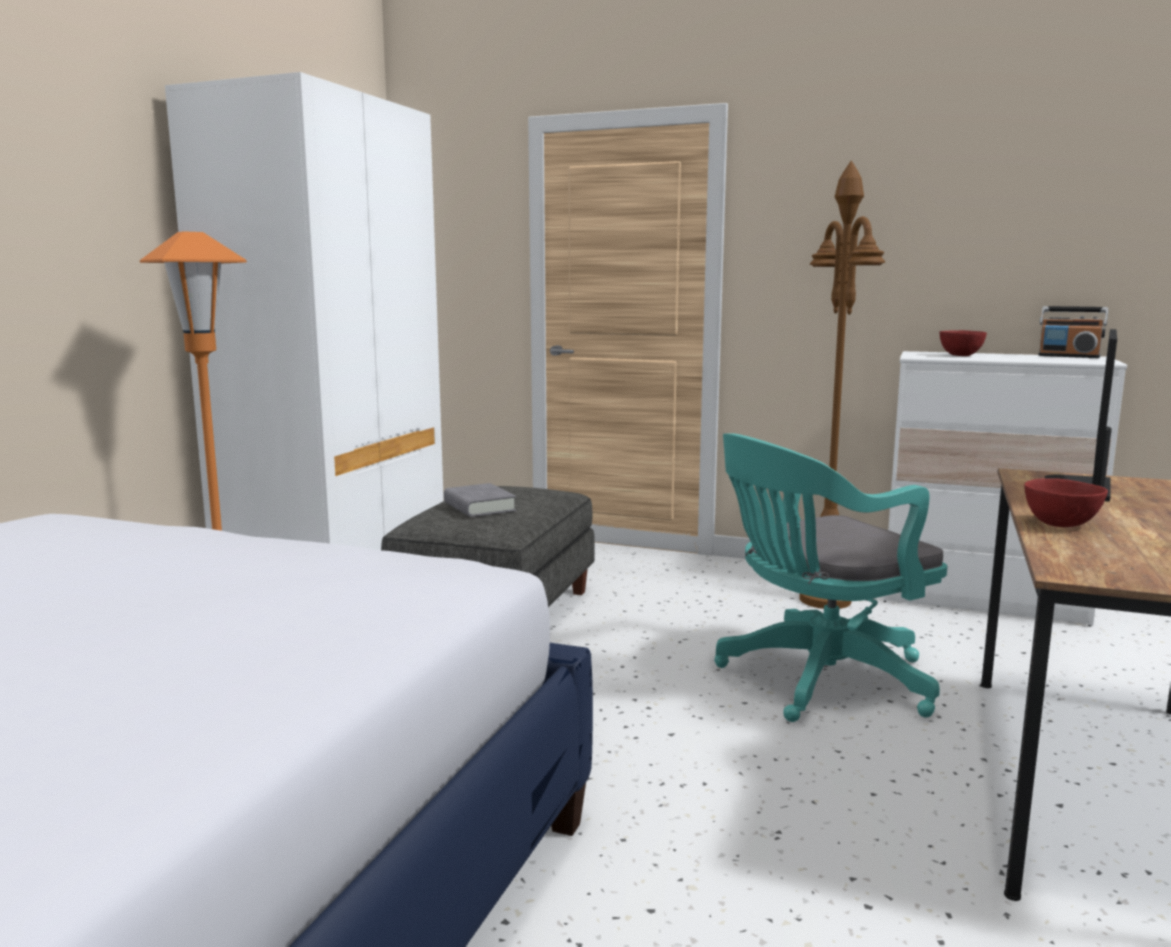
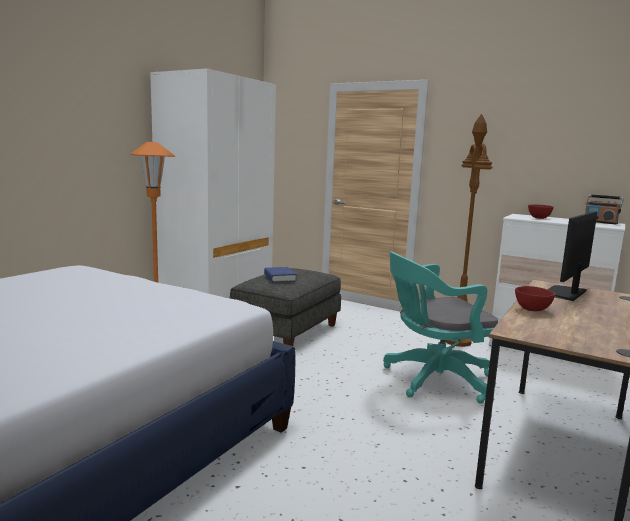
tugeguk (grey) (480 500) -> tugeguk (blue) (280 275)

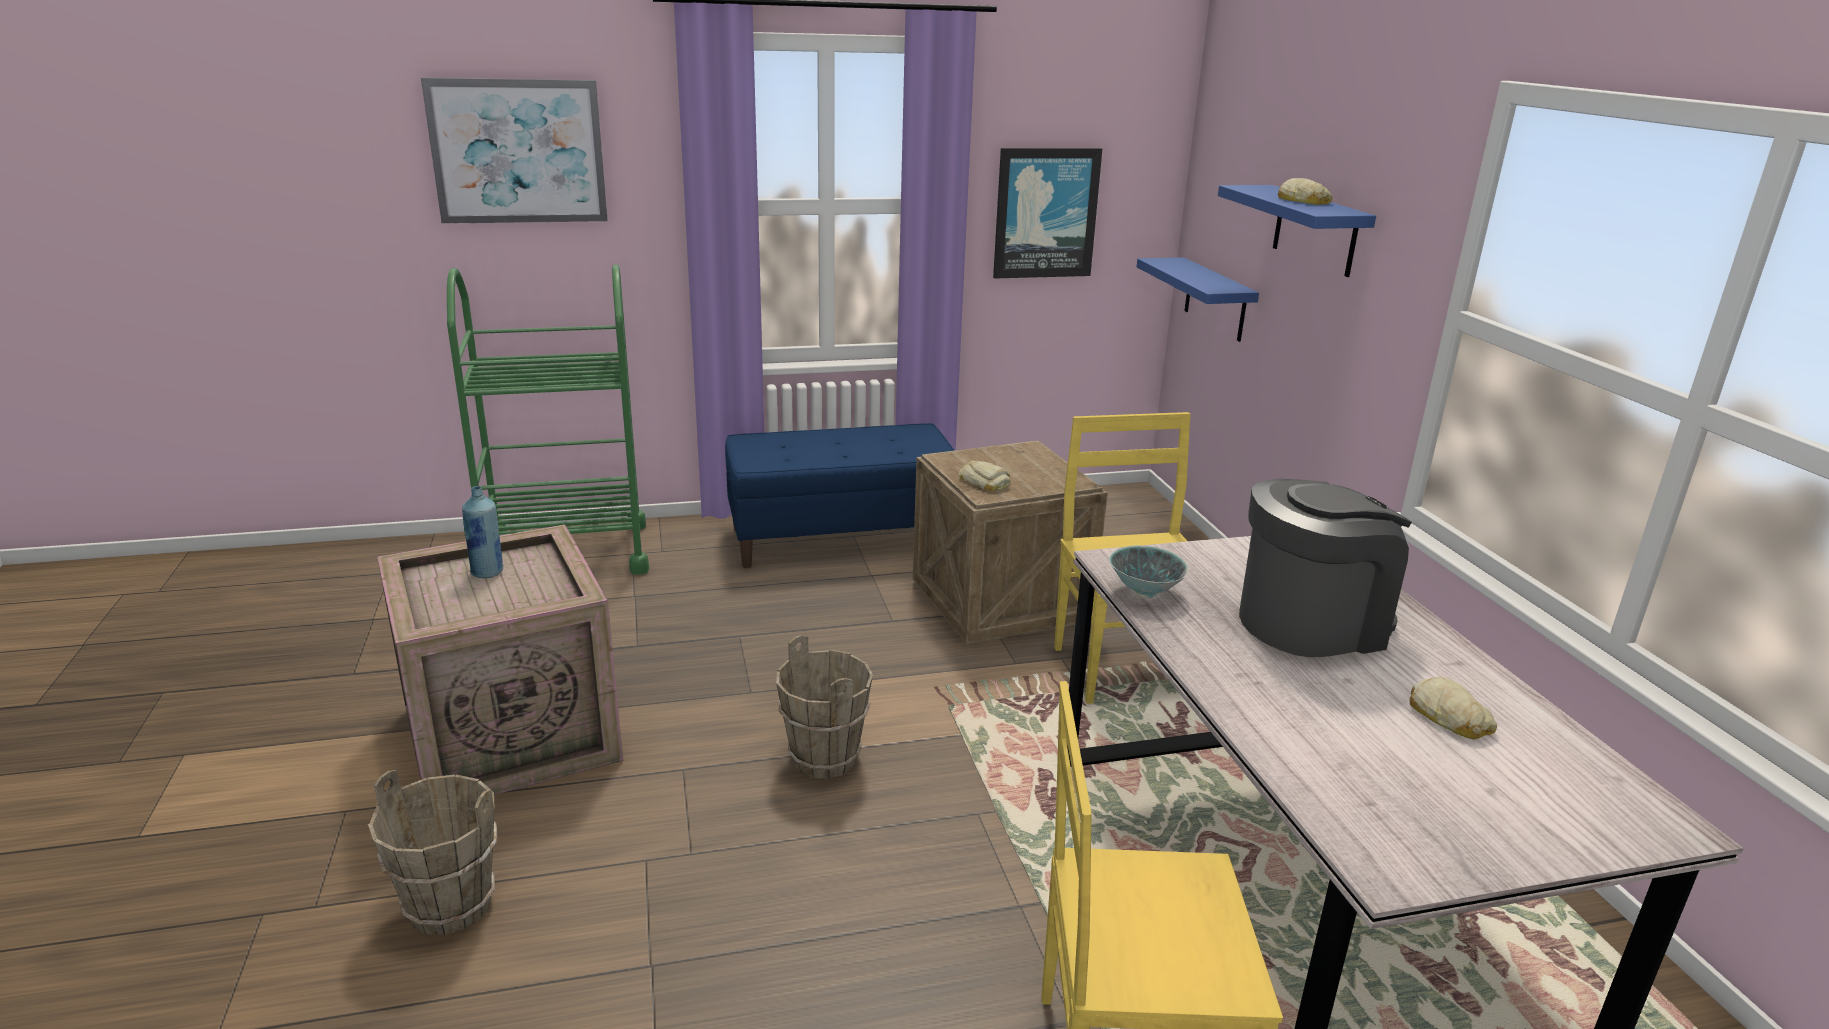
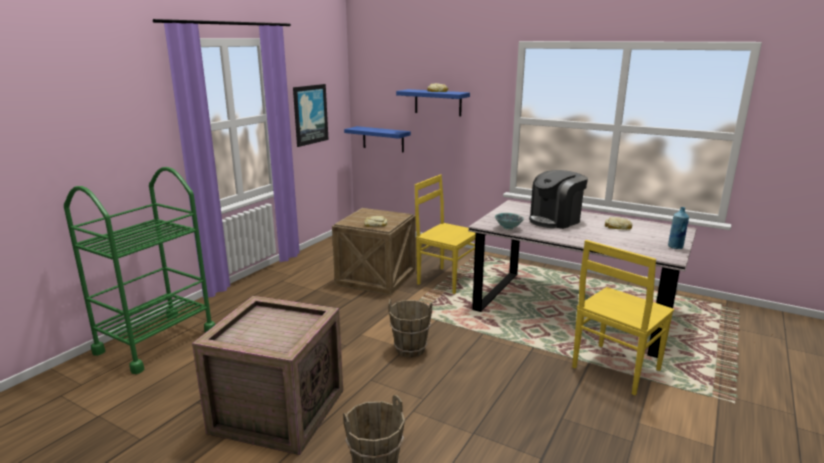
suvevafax (1325 568) -> suvevafax (558 199), 150 degrees counterclockwise
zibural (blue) (482 532) -> zibural (blue) (678 228), move
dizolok (514 151) -> none
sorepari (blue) (840 495) -> none

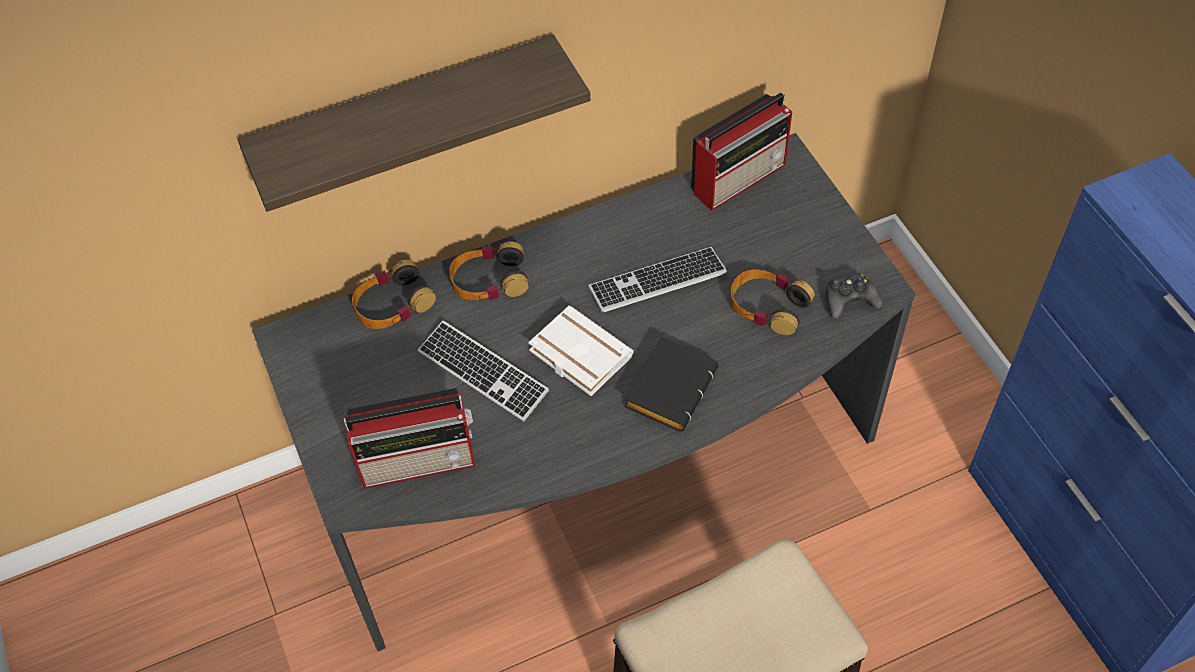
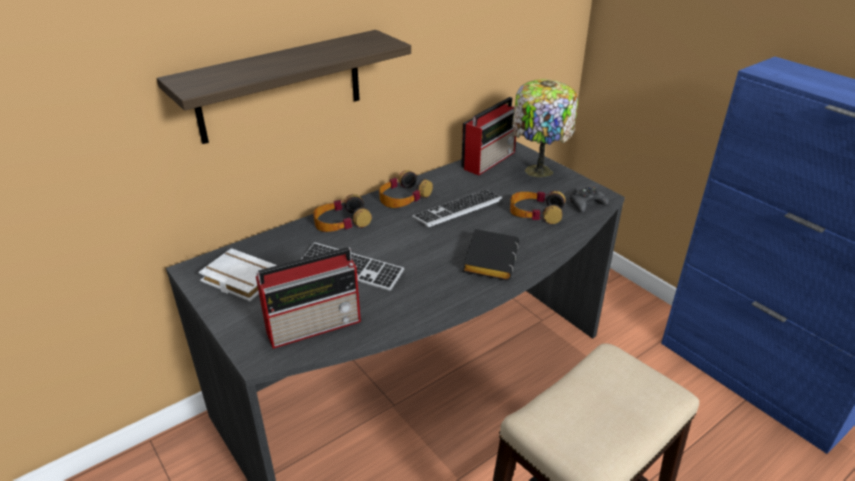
tugeguk (white) (581 351) -> tugeguk (white) (238 274), move
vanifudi (394 294) -> vanifudi (406 189), move
none -> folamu (545 128)

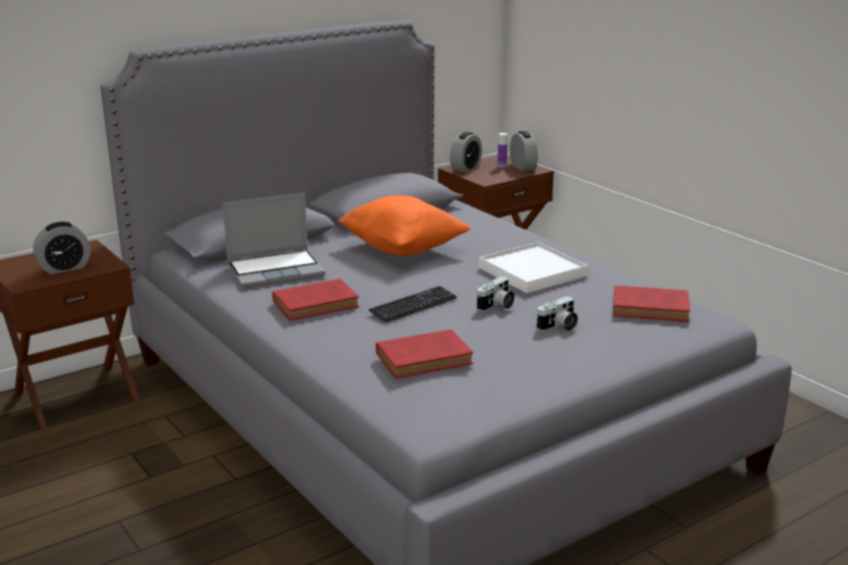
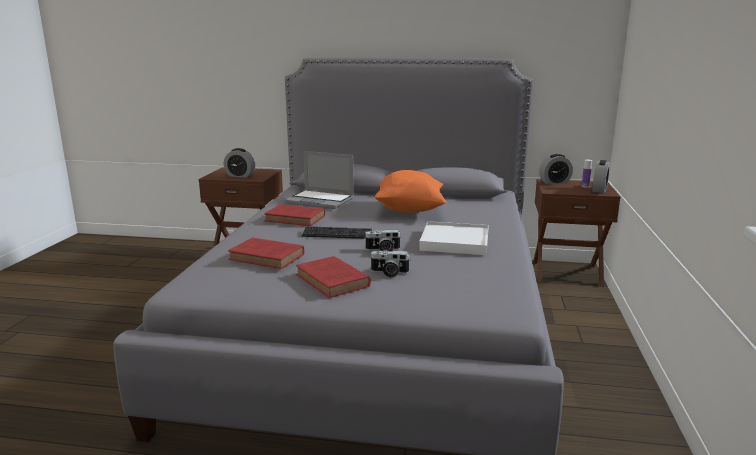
tugeguk (red) (651 303) -> tugeguk (red) (333 277), move

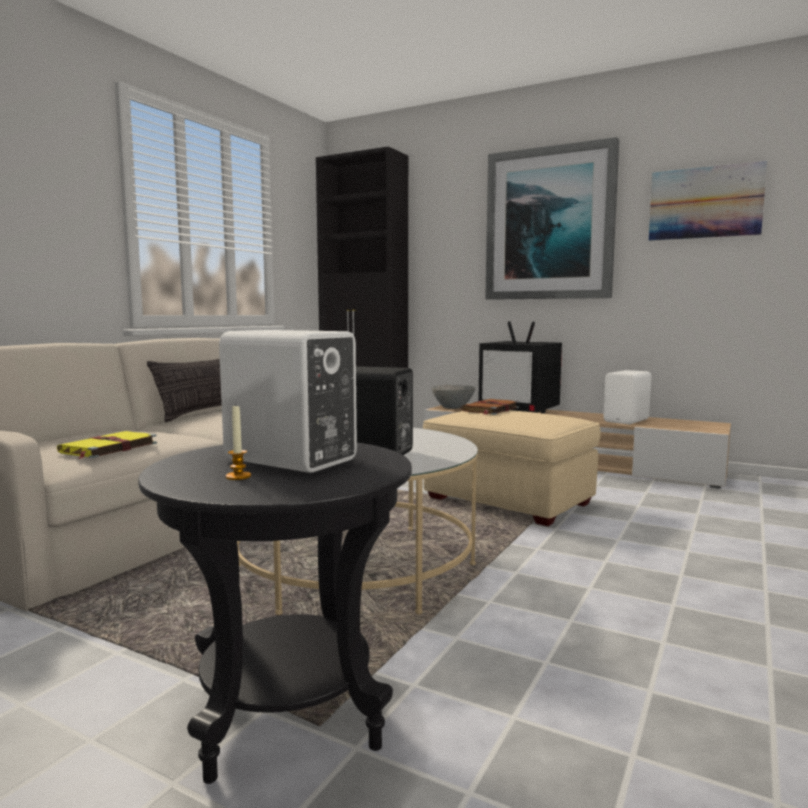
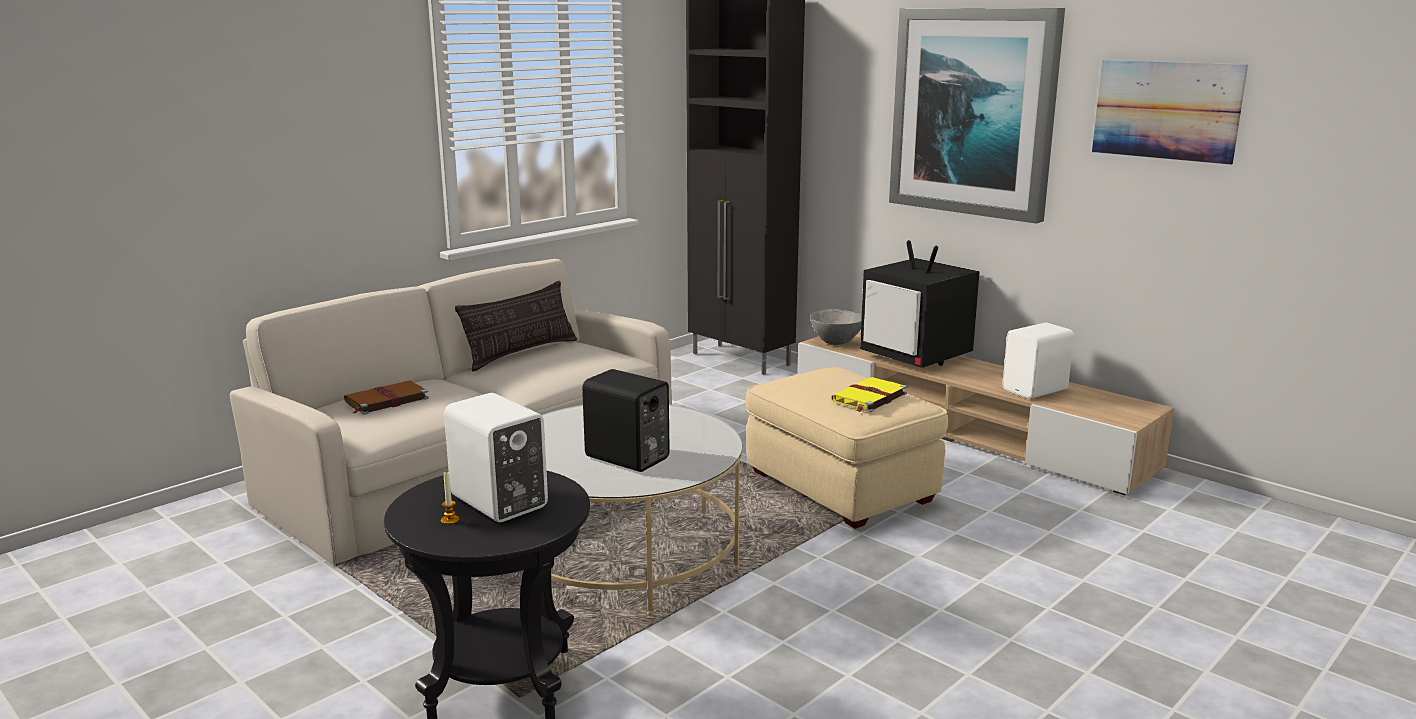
tugeguk (brown) (490 407) -> tugeguk (brown) (386 397), move
tugeguk (yellow) (107 445) -> tugeguk (yellow) (869 394), move

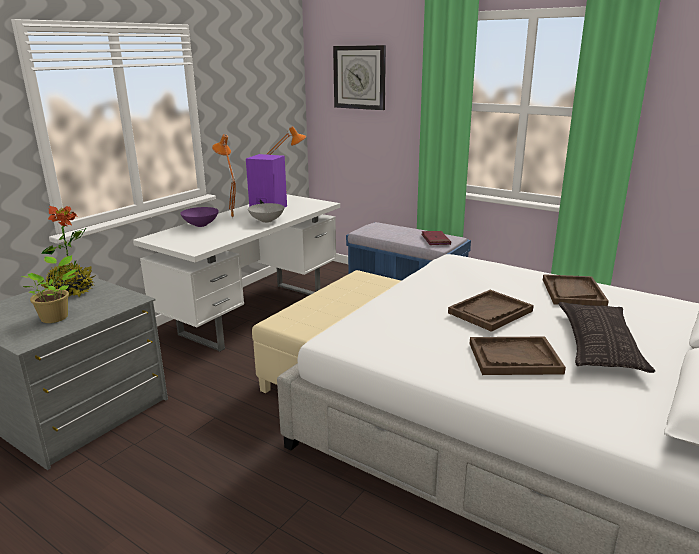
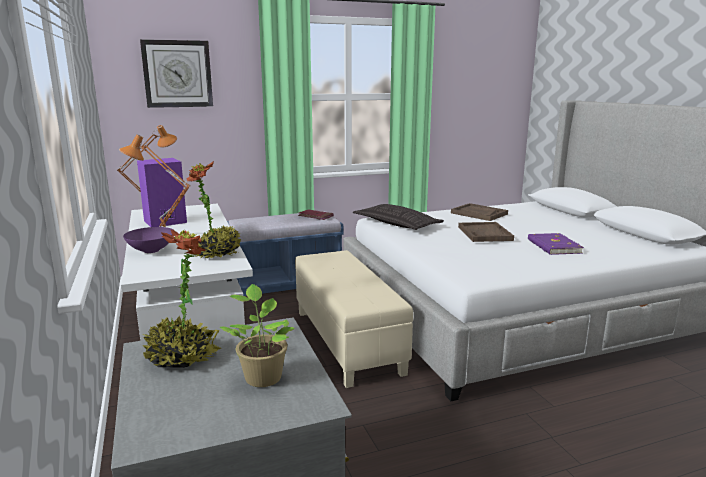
none -> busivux (213 210)
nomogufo (606 337) -> nomogufo (398 217), move
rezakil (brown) (518 356) -> tugeguk (purple) (556 244)
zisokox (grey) (266 213) -> none

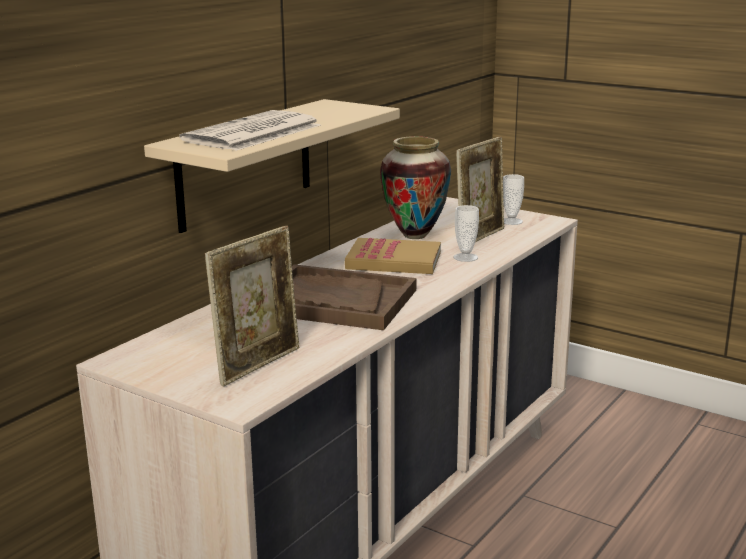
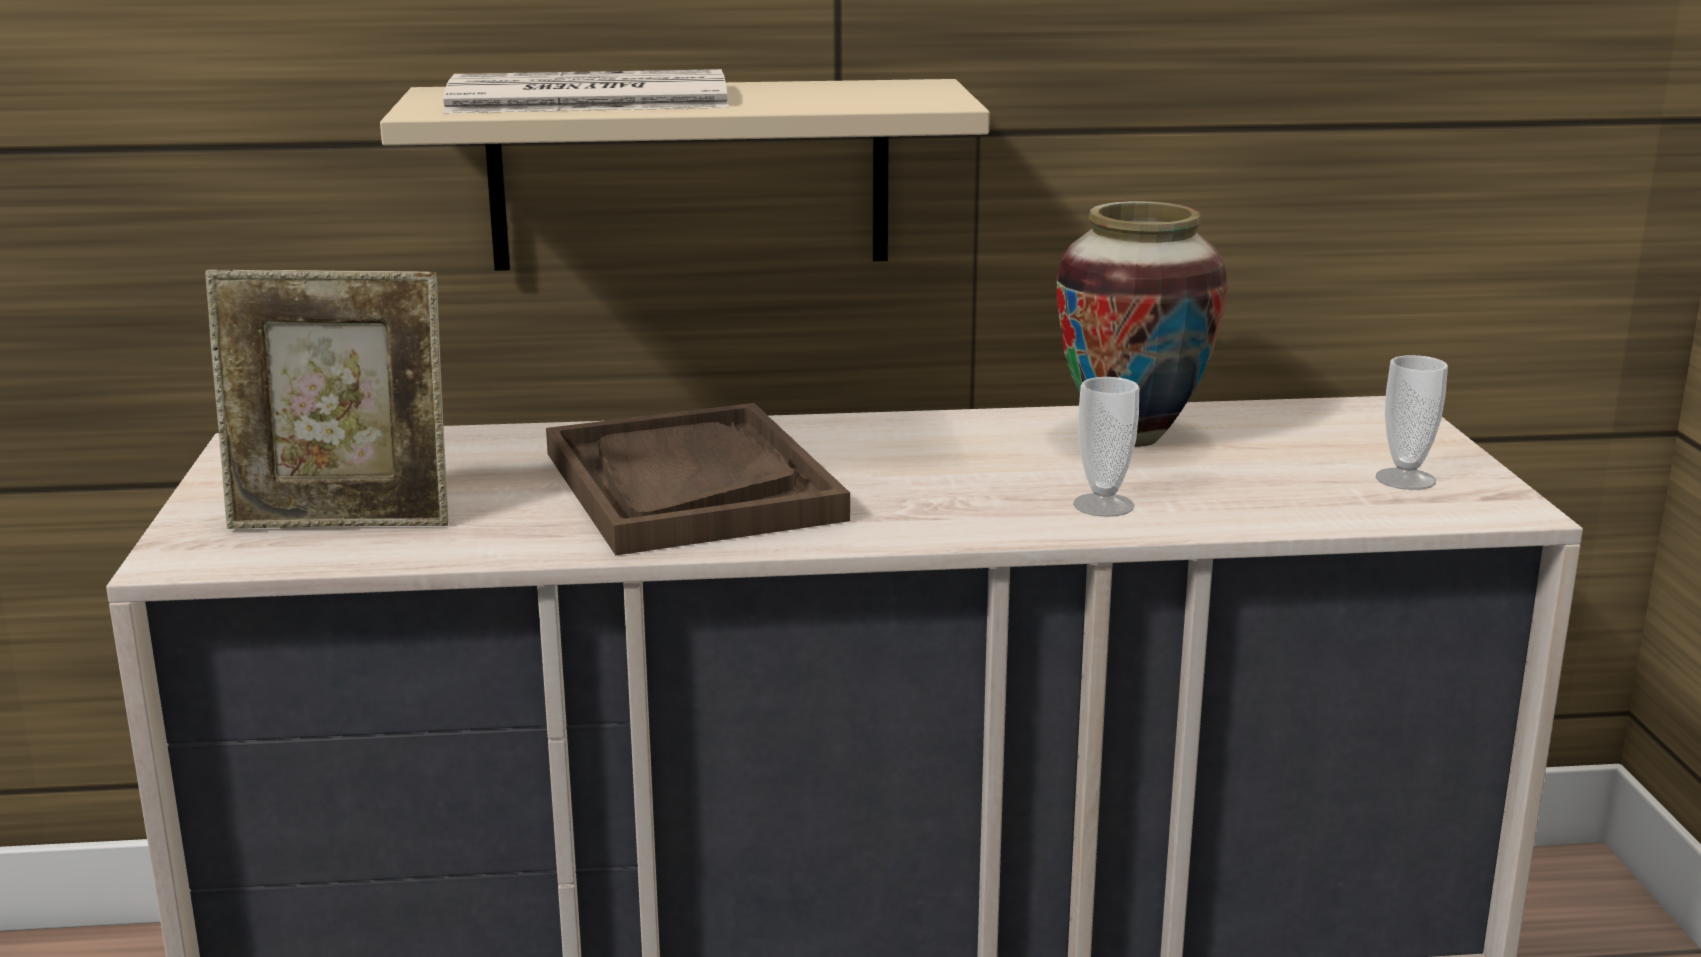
tugeguk (393 256) -> none
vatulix (480 189) -> none

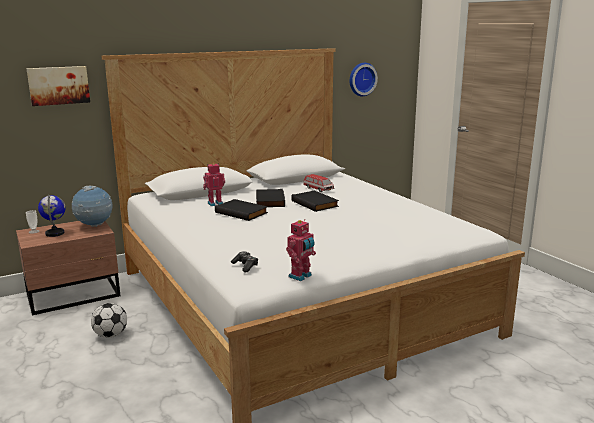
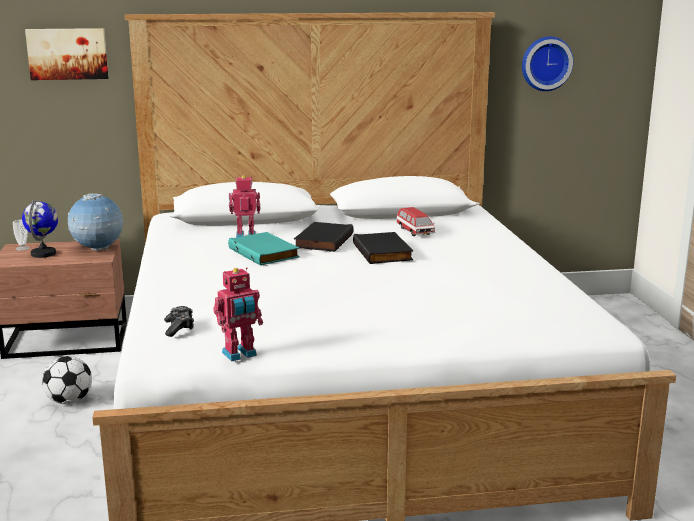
tugeguk (black) (241 210) -> tugeguk (turquoise) (264 249)

